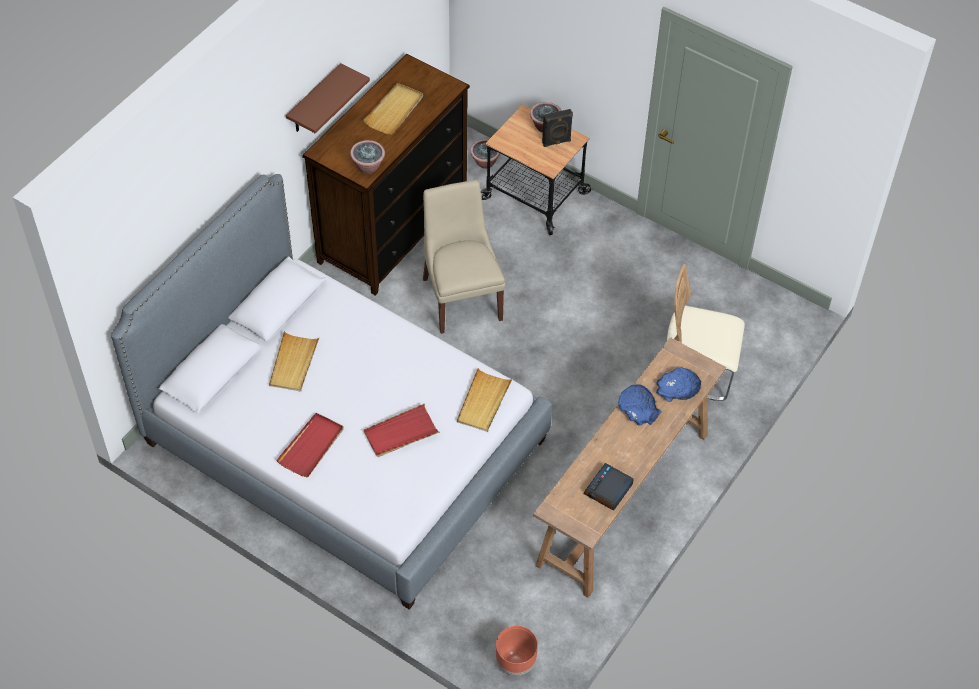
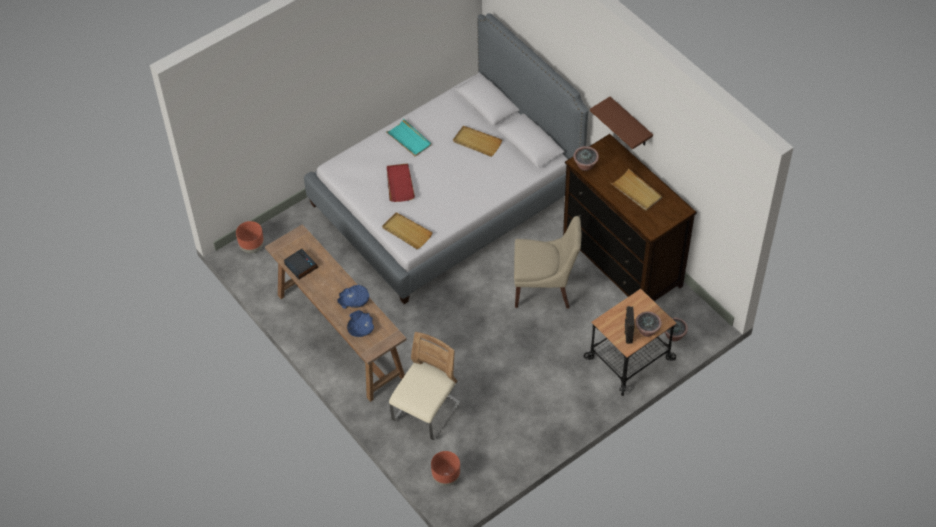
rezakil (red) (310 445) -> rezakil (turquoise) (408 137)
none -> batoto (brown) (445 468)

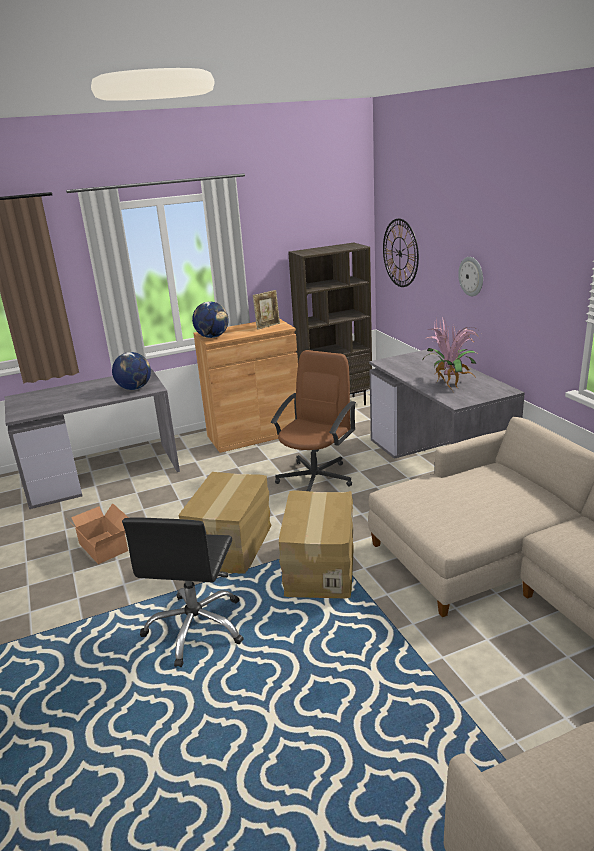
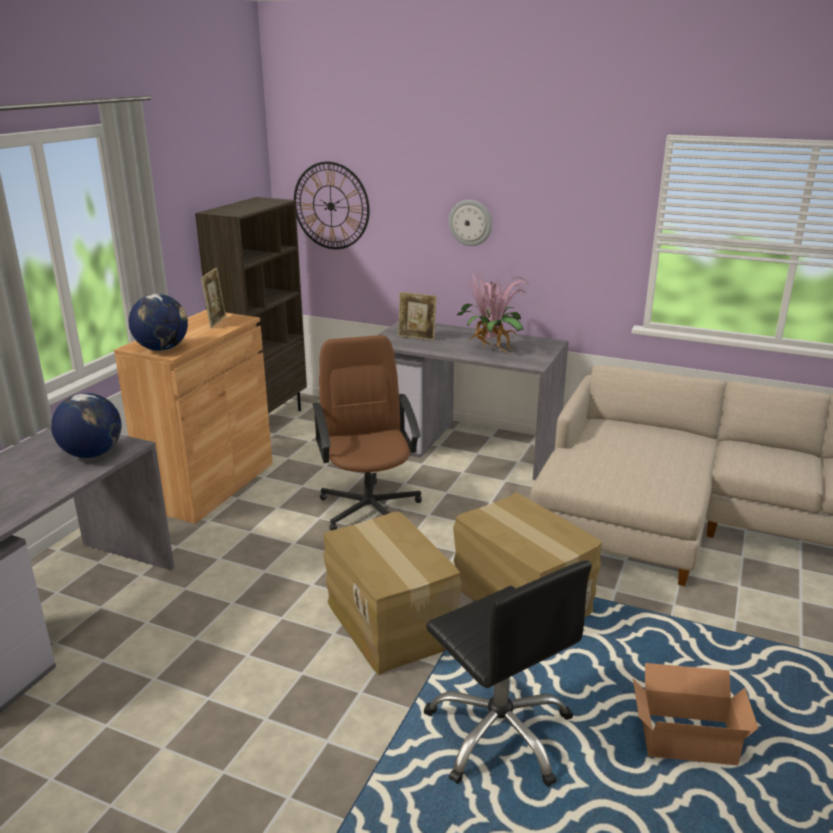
none -> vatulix (417 316)
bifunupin (99 533) -> bifunupin (696 714), move

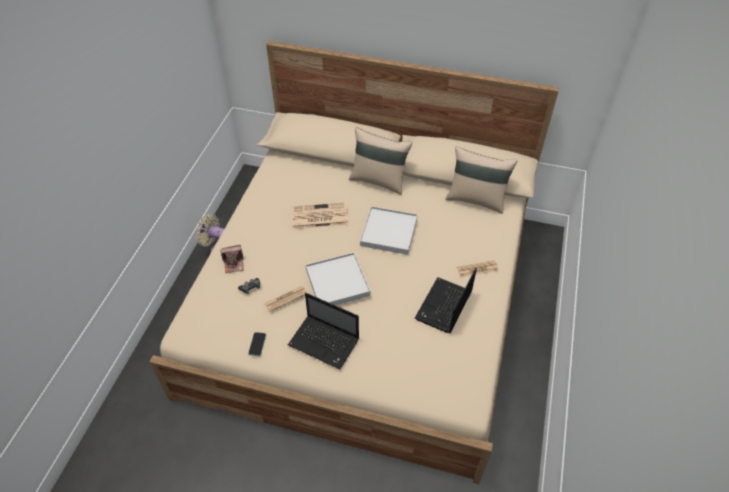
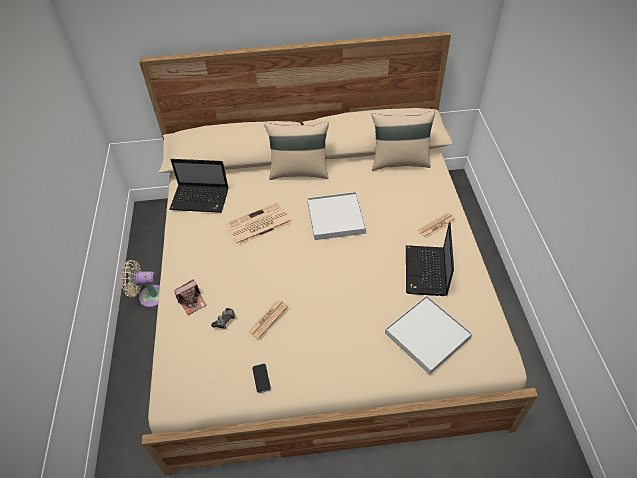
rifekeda (323 331) -> rifekeda (199 186), move
rezakil (white) (337 279) -> rezakil (white) (429 335), move

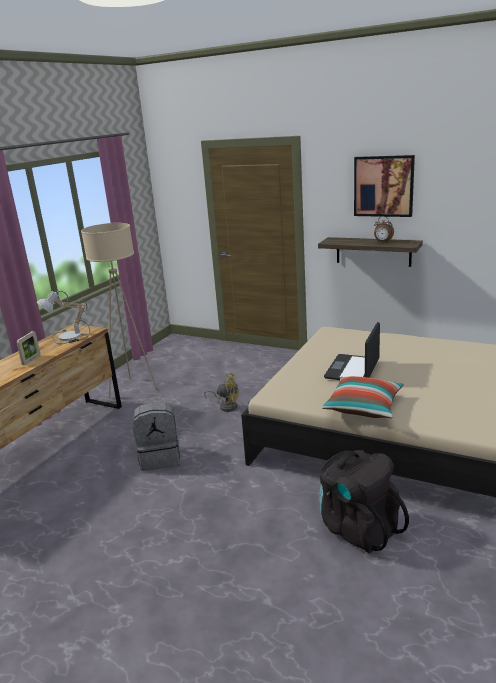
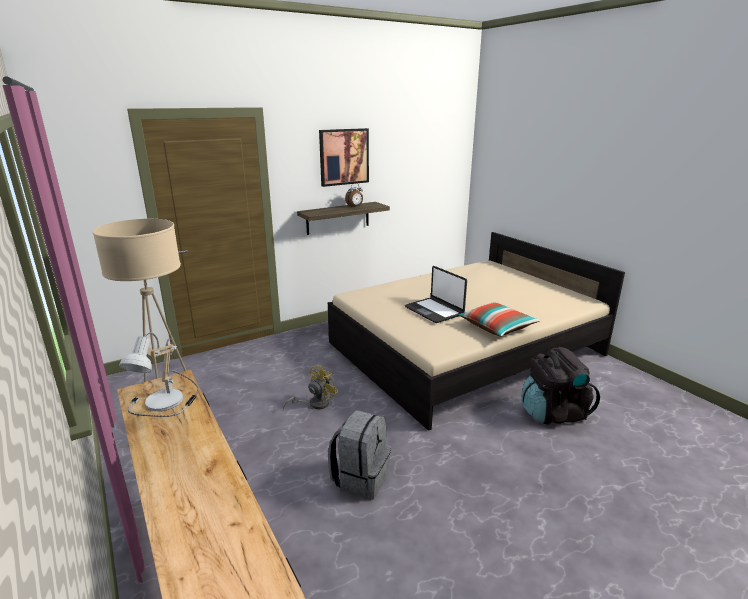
vatulix (28 348) -> none

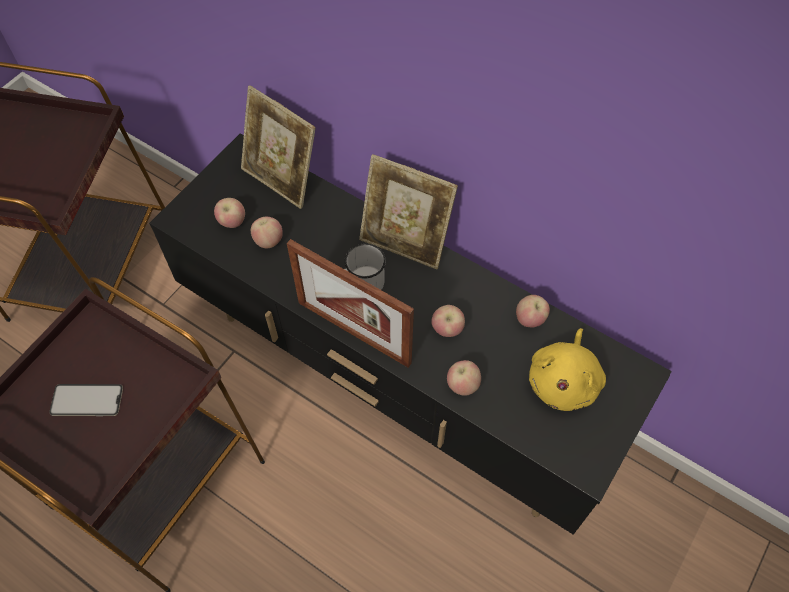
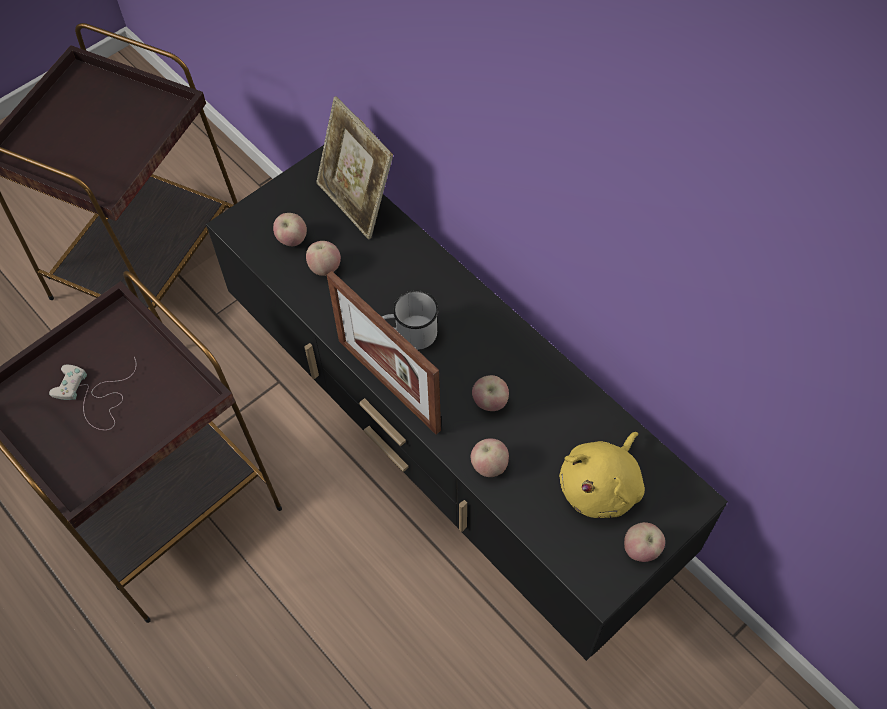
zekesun (86 400) -> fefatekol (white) (92 393)
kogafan (533 311) -> kogafan (644 542), move
vatulix (408 211) -> none

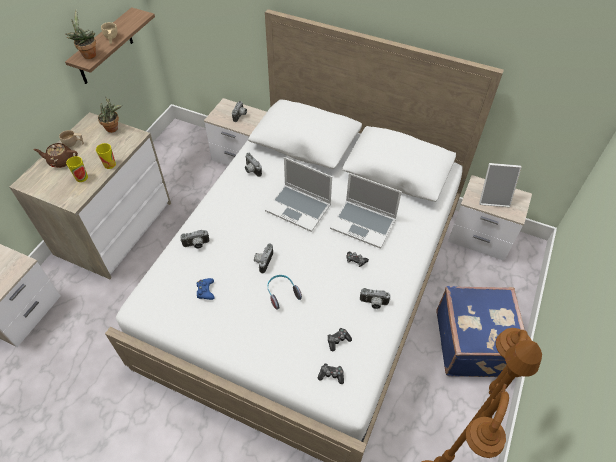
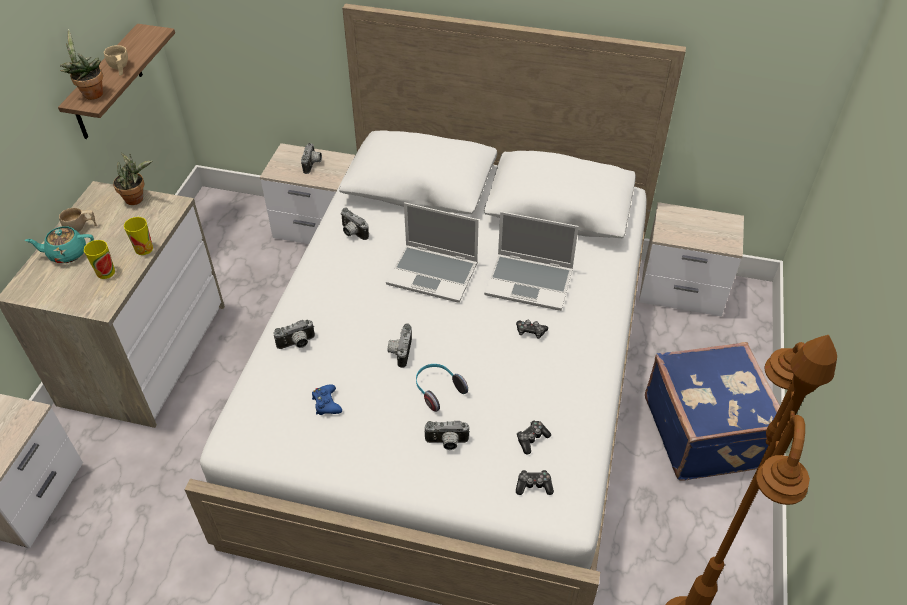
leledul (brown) (55 155) -> leledul (turquoise) (59 244)
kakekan (375 298) -> kakekan (447 435), move
vatulix (500 185) -> none

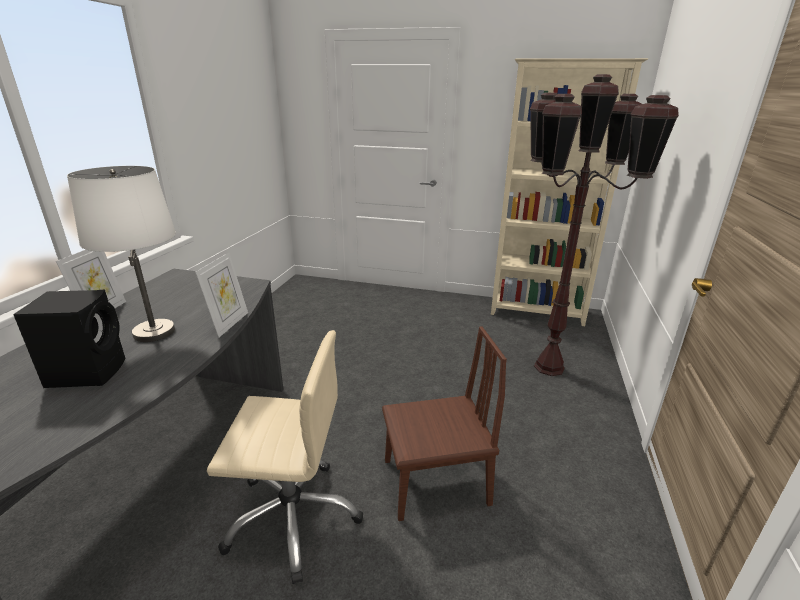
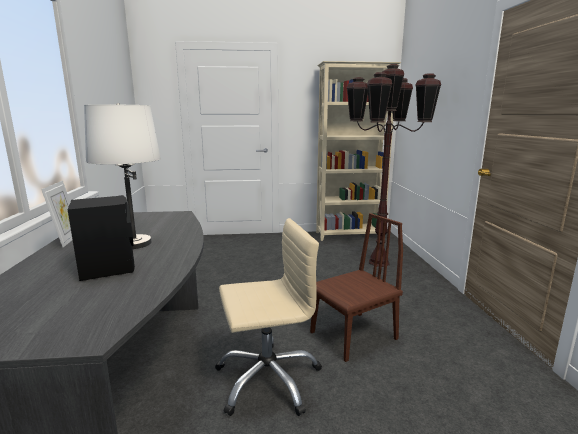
vatulix (221 295) -> none

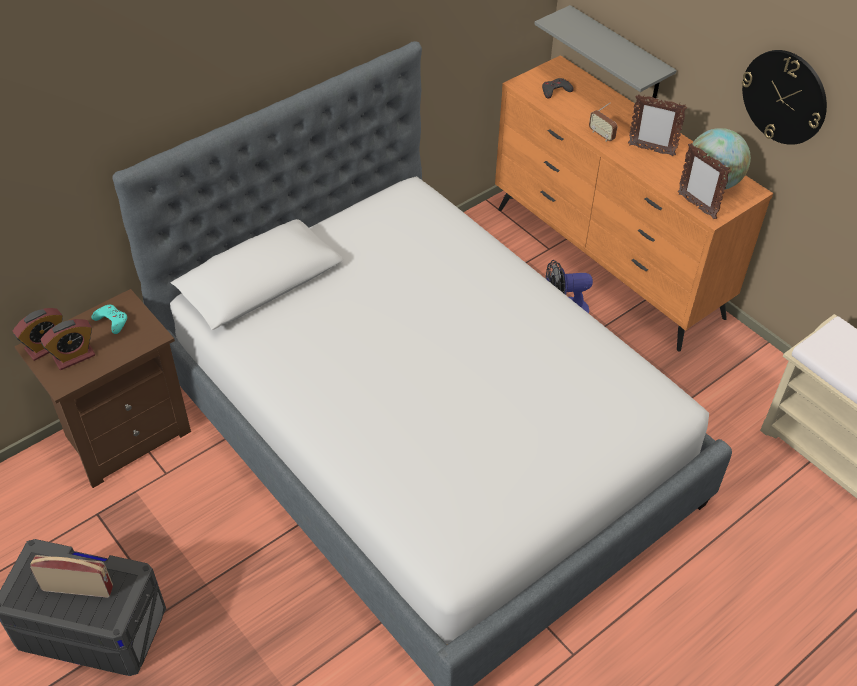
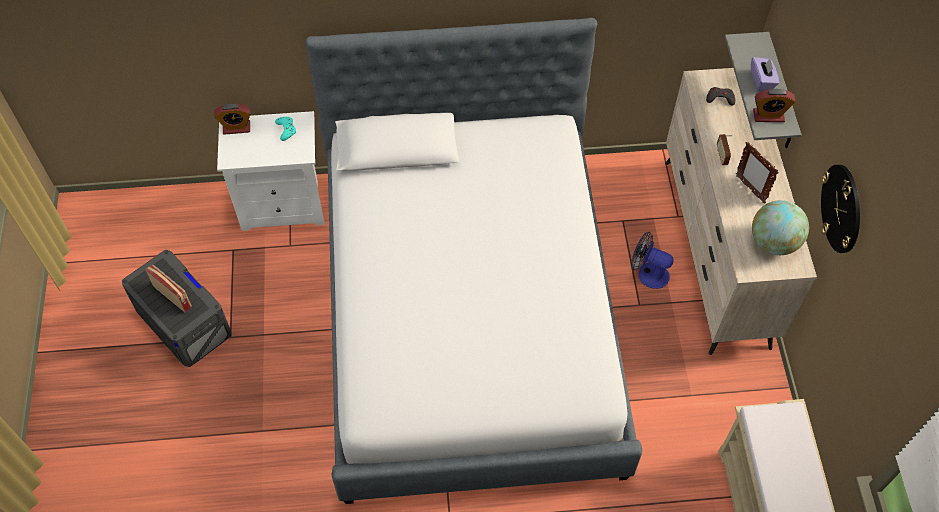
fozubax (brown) (102 388) -> fozubax (white) (271 171)
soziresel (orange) (634 203) -> soziresel (beige) (741 211)
none -> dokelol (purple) (765 74)
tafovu (67 344) -> tafovu (774 105), move
vatulix (704 181) -> none

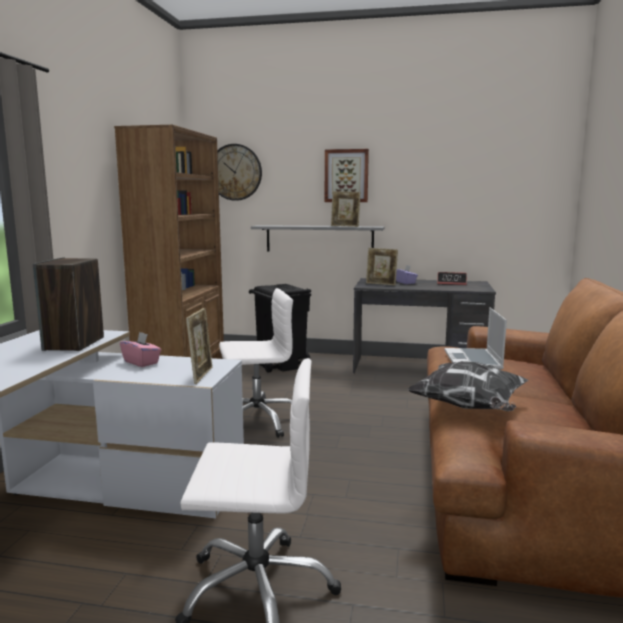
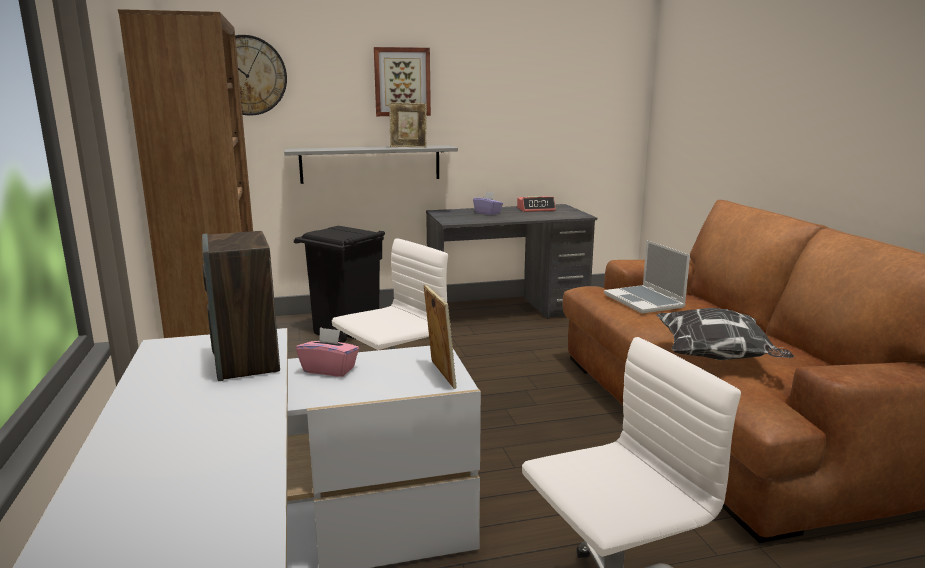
vatulix (382 266) -> none

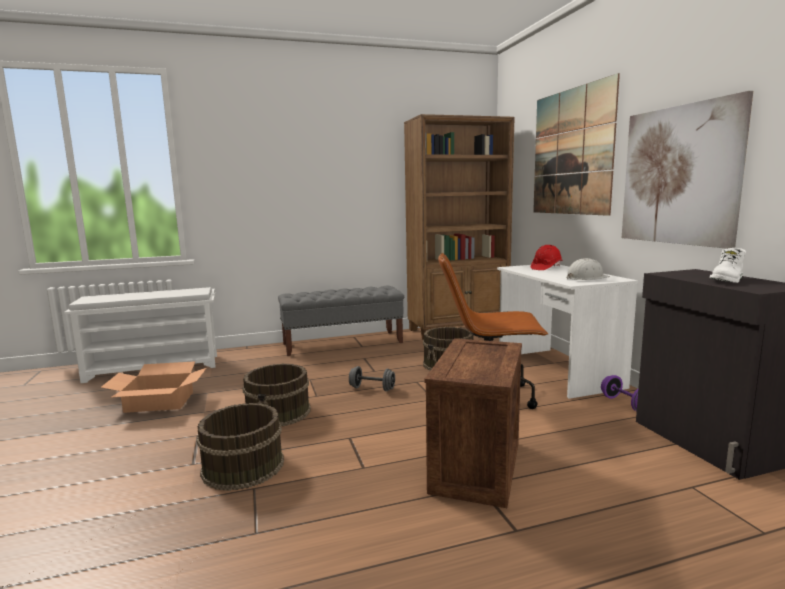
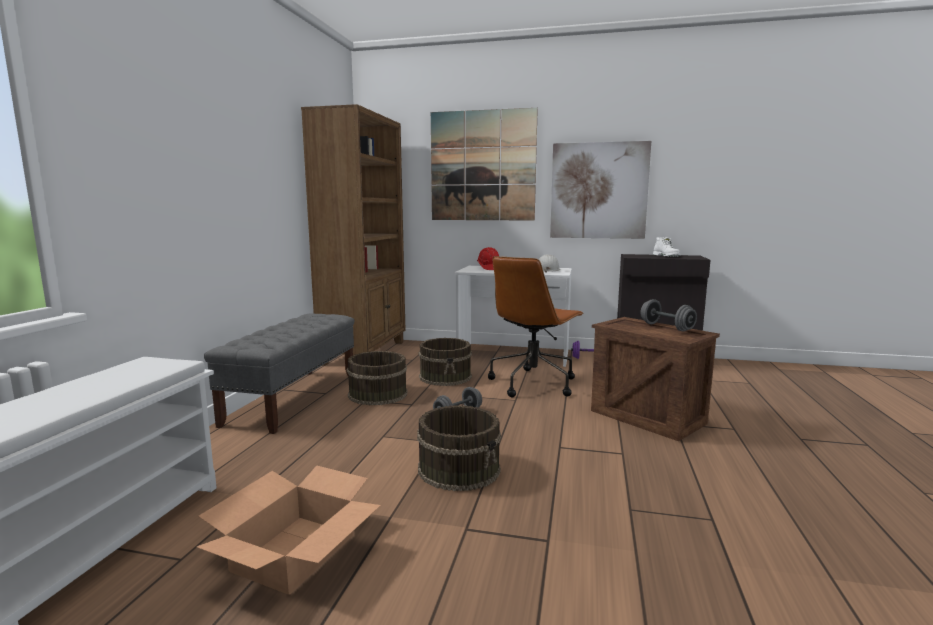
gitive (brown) (240 447) -> gitive (brown) (376 378), move
none -> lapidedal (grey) (668 315)

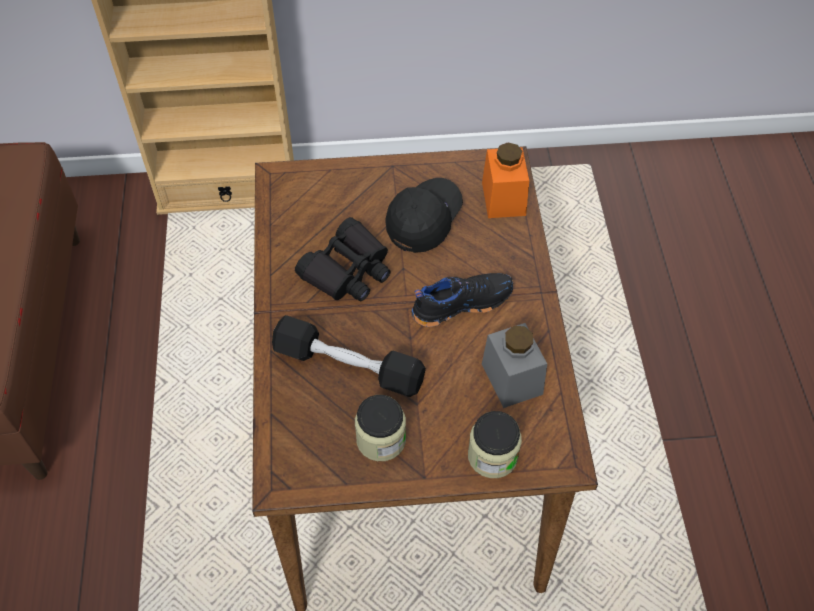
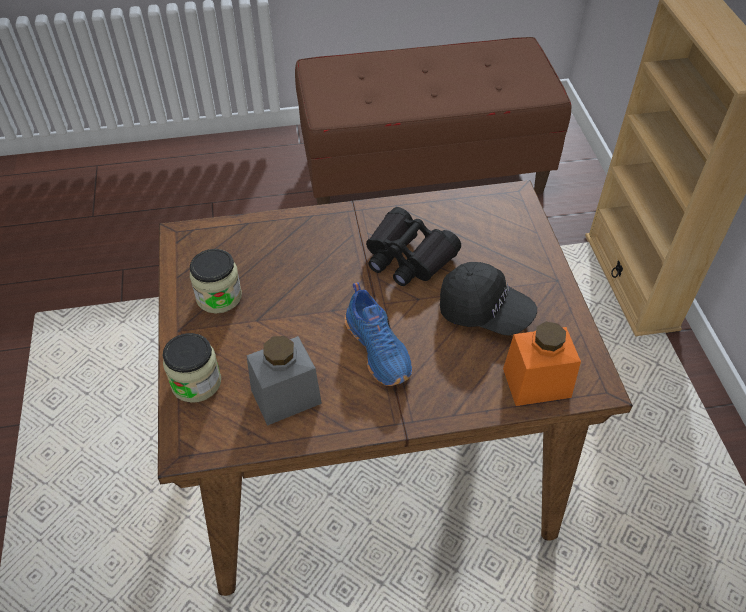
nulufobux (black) (462 300) -> nulufobux (blue) (378 334)
lapidedal (black) (349 356) -> none

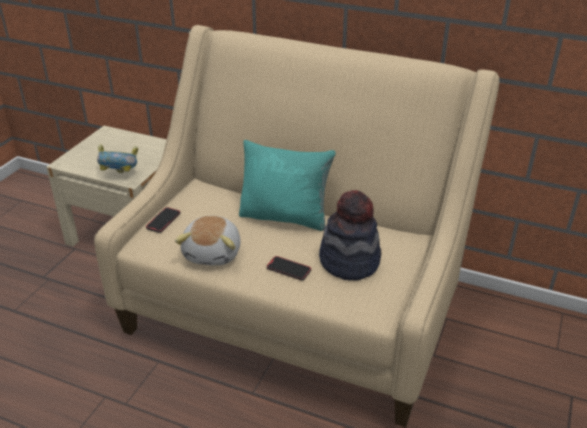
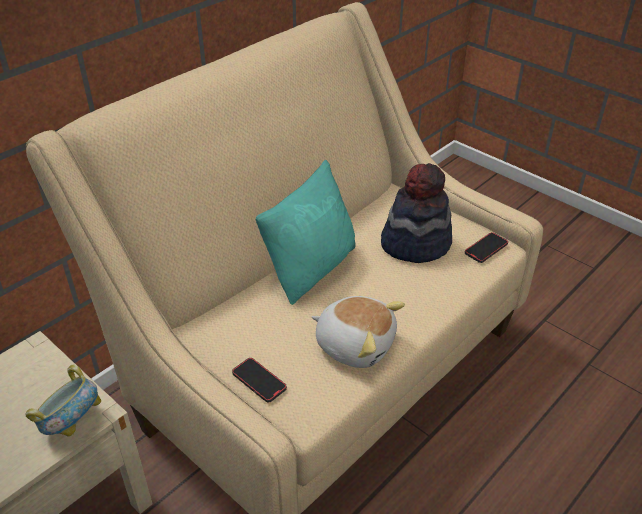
zekesun (289 268) -> zekesun (486 247), move

